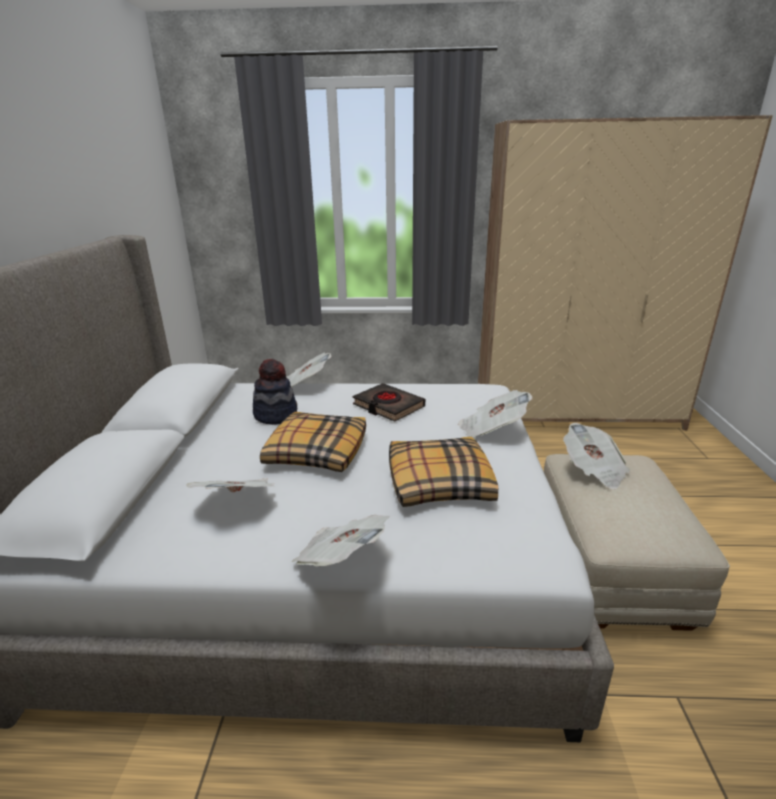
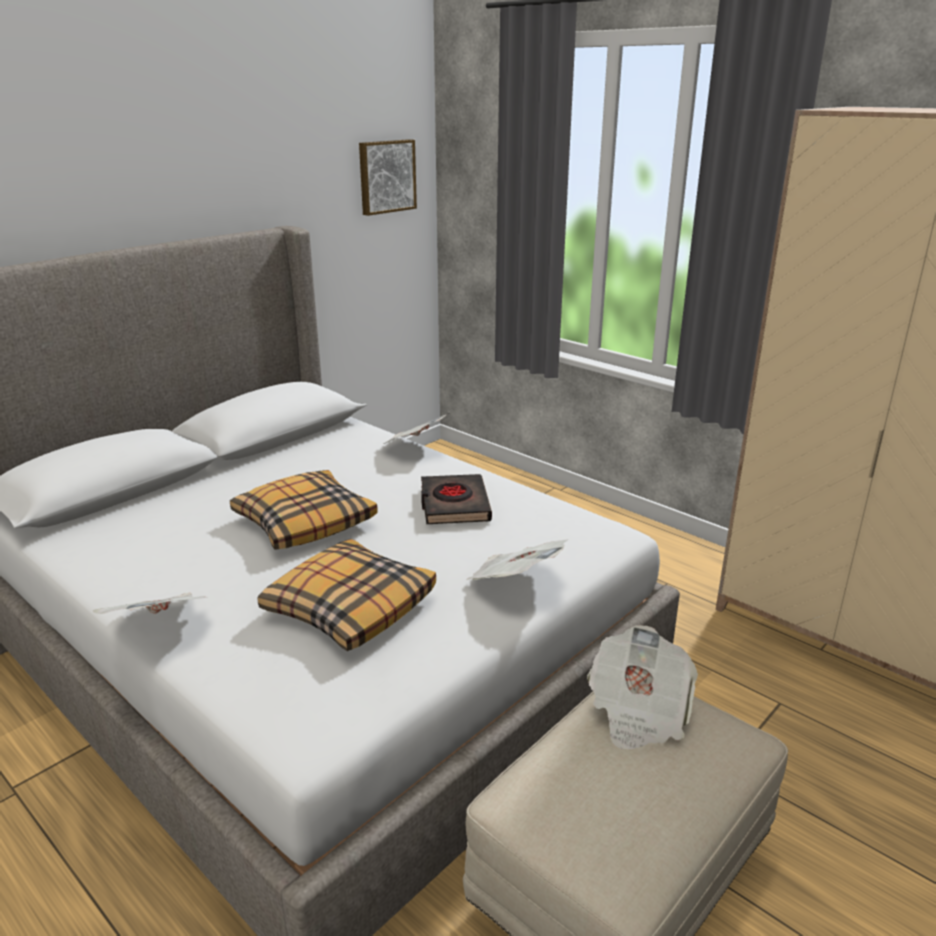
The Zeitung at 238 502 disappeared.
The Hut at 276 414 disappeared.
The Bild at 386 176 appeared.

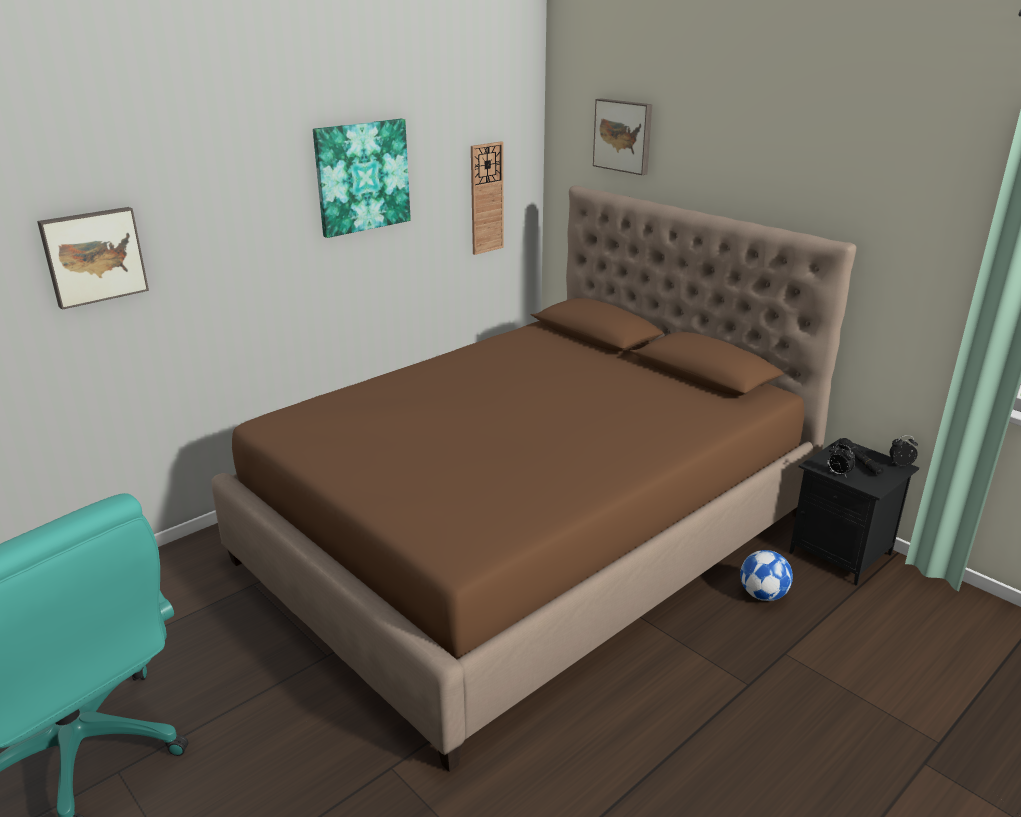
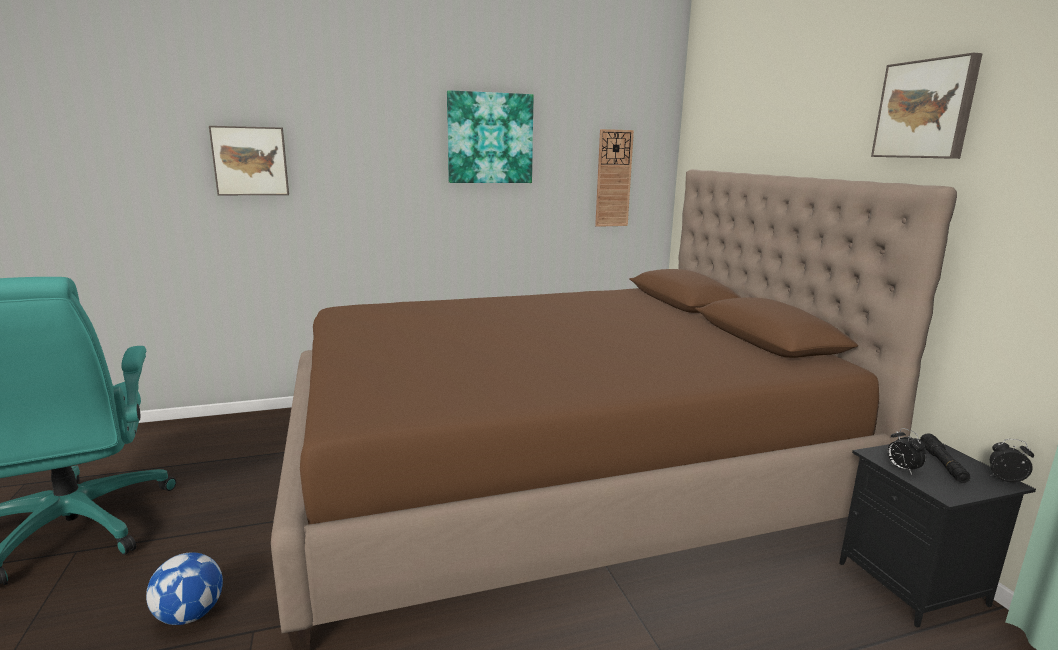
The Bild moved from 624 136 to 926 109.
The Fußball moved from 763 595 to 190 615.

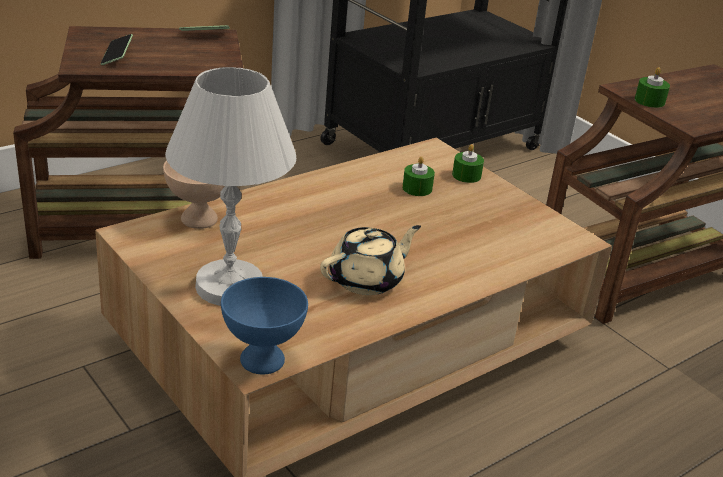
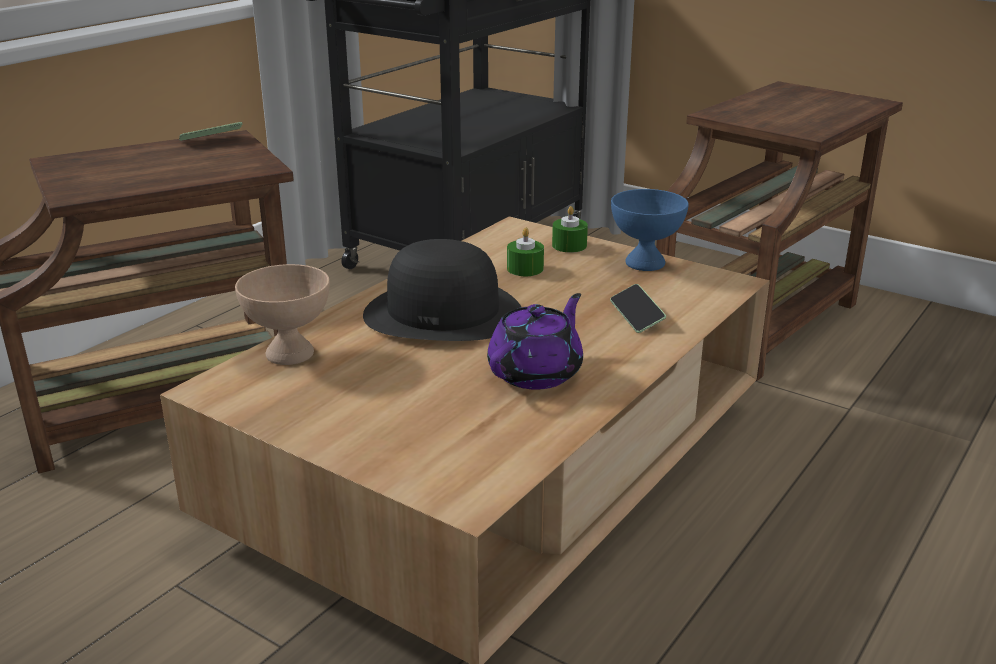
The Handy moved from 117 56 to 636 317.
The Tischlampe [weiß] at 228 285 disappeared.
The Schüssel [blau] moved from 263 359 to 645 262.
The Teekanne [beige] at 367 280 became the Teekanne [lila] at 536 372.
The Kerze [grün] at 649 101 disappeared.
The Hut [schwarz] at 444 313 appeared.

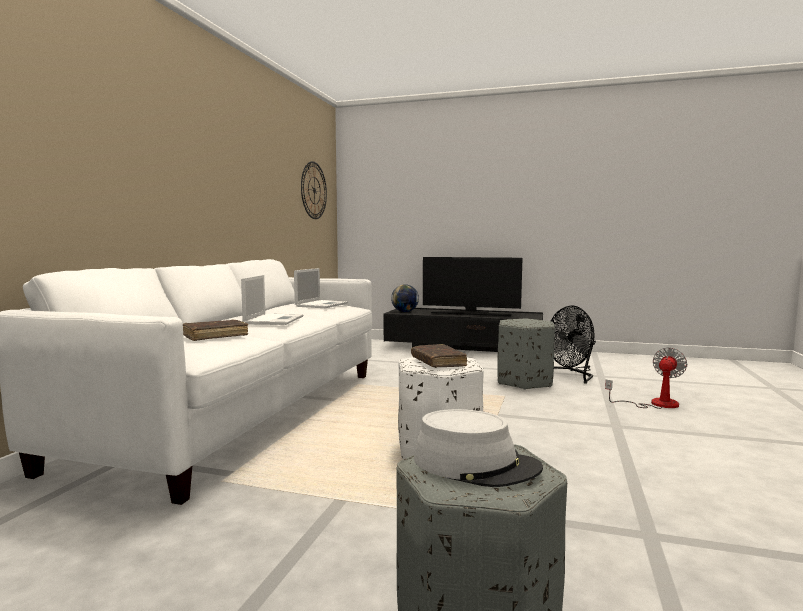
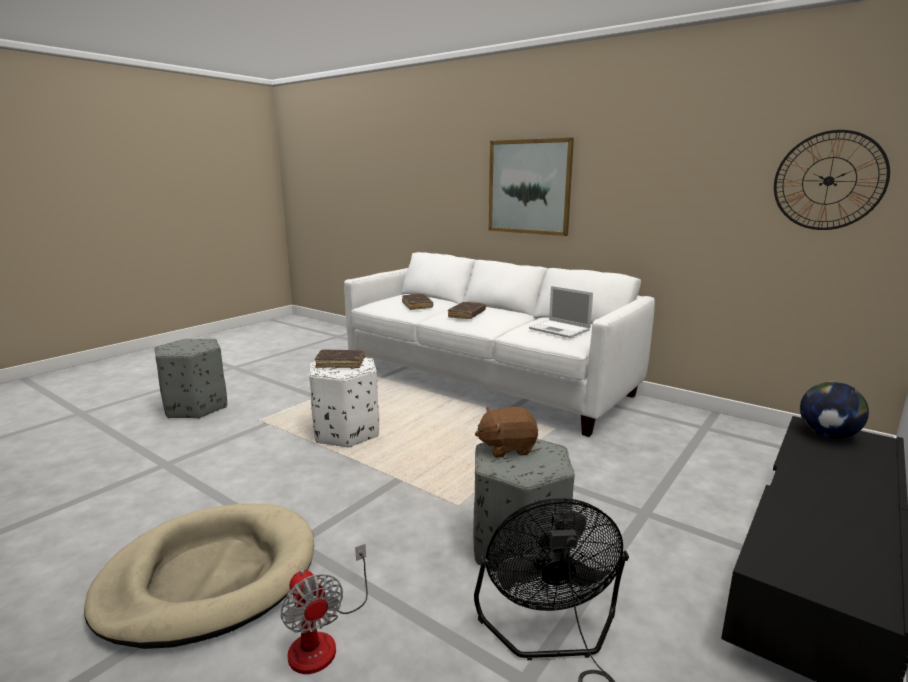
The Laptop at 274 320 was replaced by the Buch [braun] at 467 315.
The Hut [grau] at 475 464 disappeared.
The Fernseher at 471 314 disappeared.
The Hundebett [beige] at 209 577 appeared.
The Plüschtier [braun] at 507 448 appeared.
The Bild at 529 187 appeared.

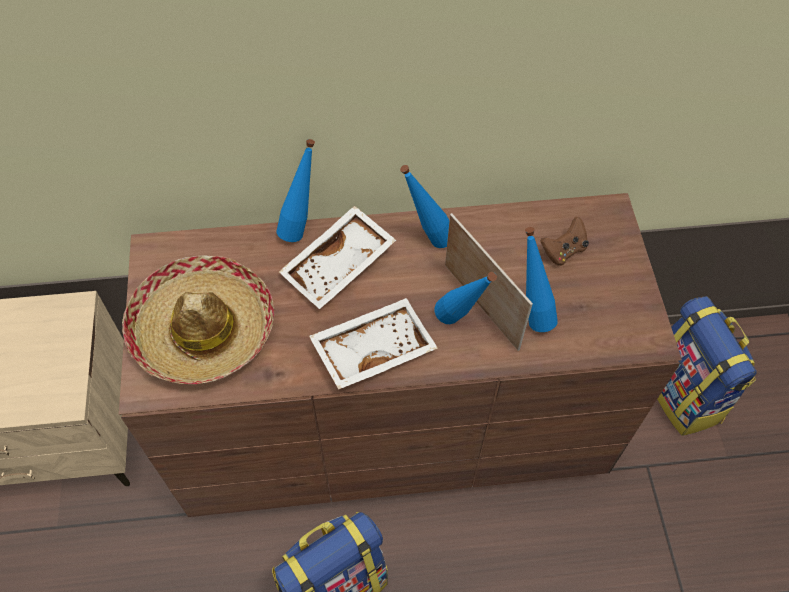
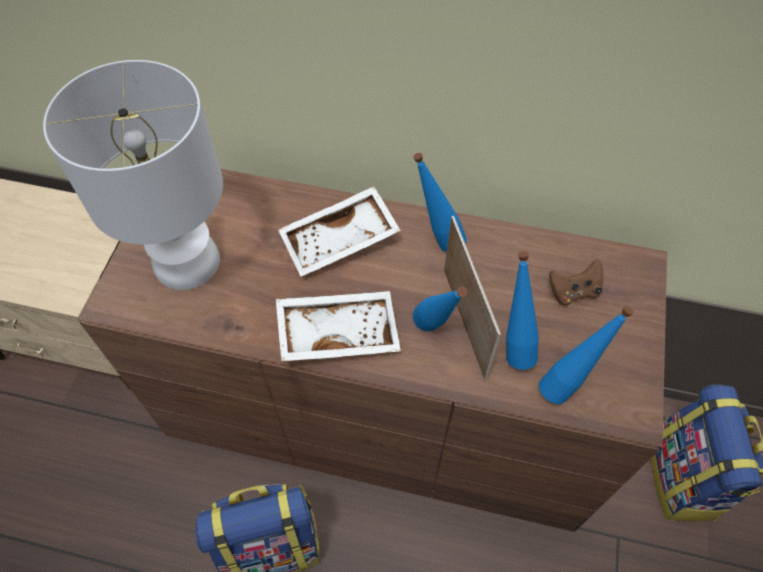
The Hut at 202 329 was replaced by the Tischlampe [weiß] at 187 263.
The Flasche [blau] moved from 301 227 to 567 384.

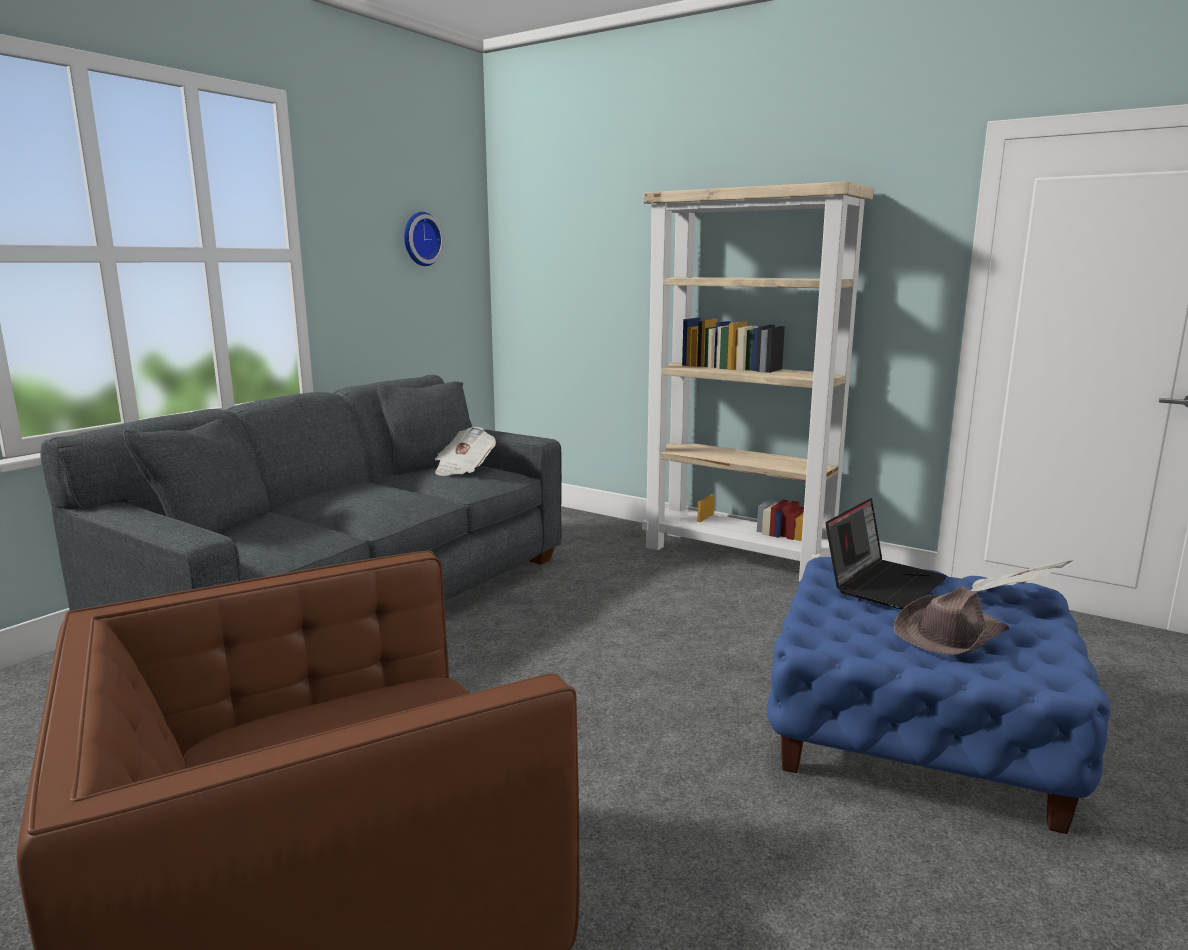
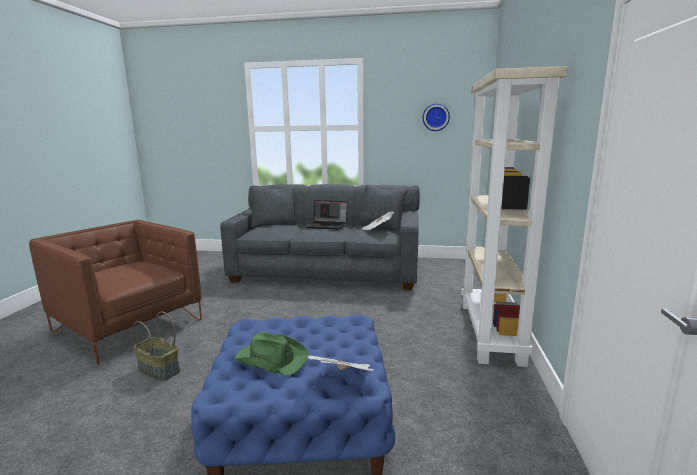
The Laptop moved from 883 583 to 328 225.
The Hut [braun] at 950 633 became the Hut [grün] at 271 358.
The Korb at 158 370 appeared.

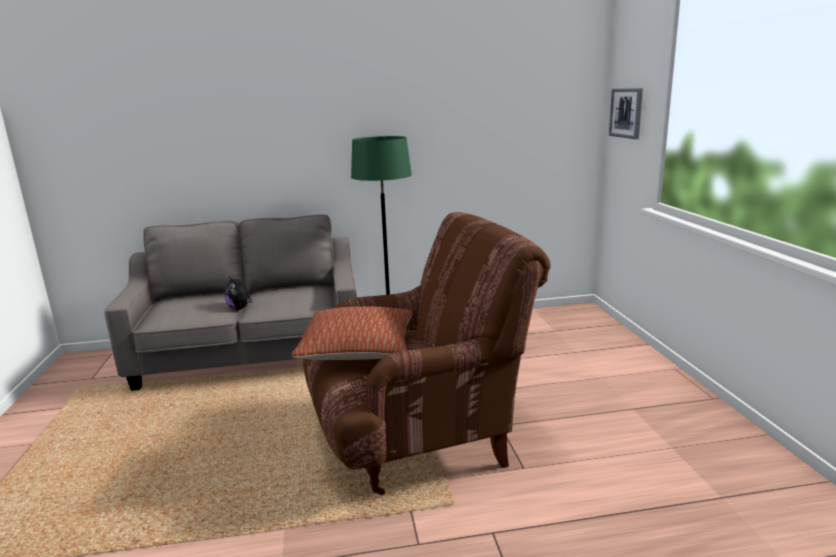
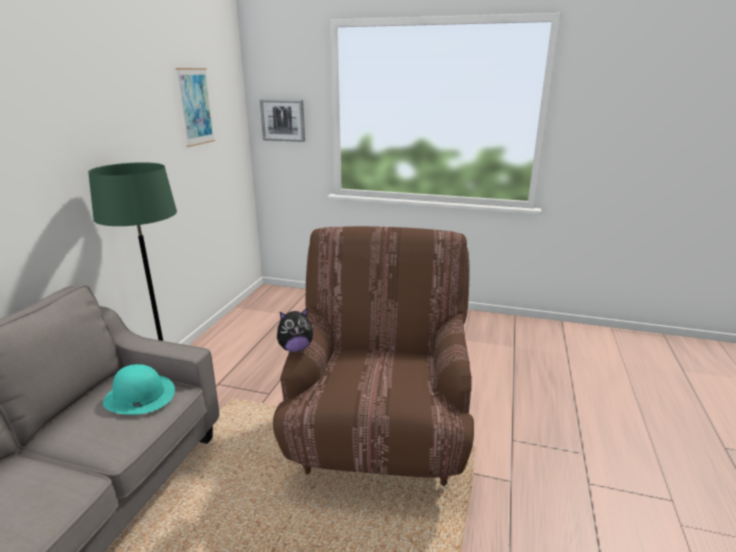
The Plüschtier moved from 240 308 to 295 348.
The Kissen at 358 349 disappeared.
The Hut [türkis] at 139 396 appeared.
The Bild at 196 107 appeared.

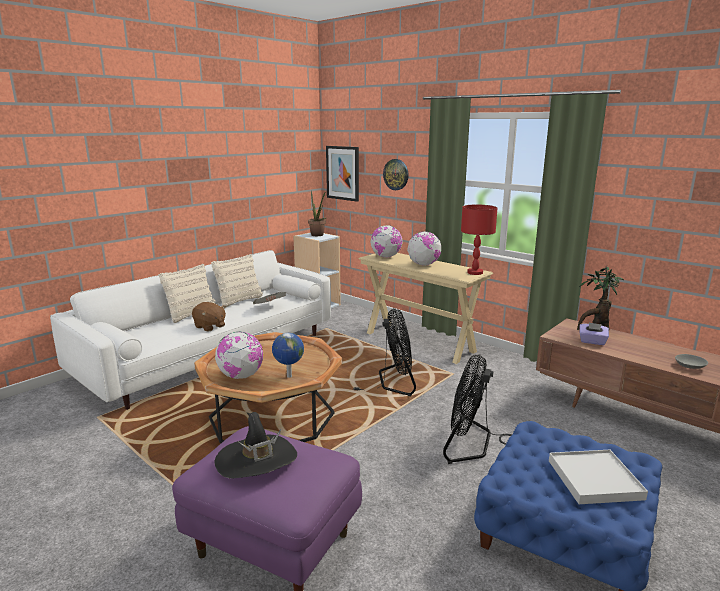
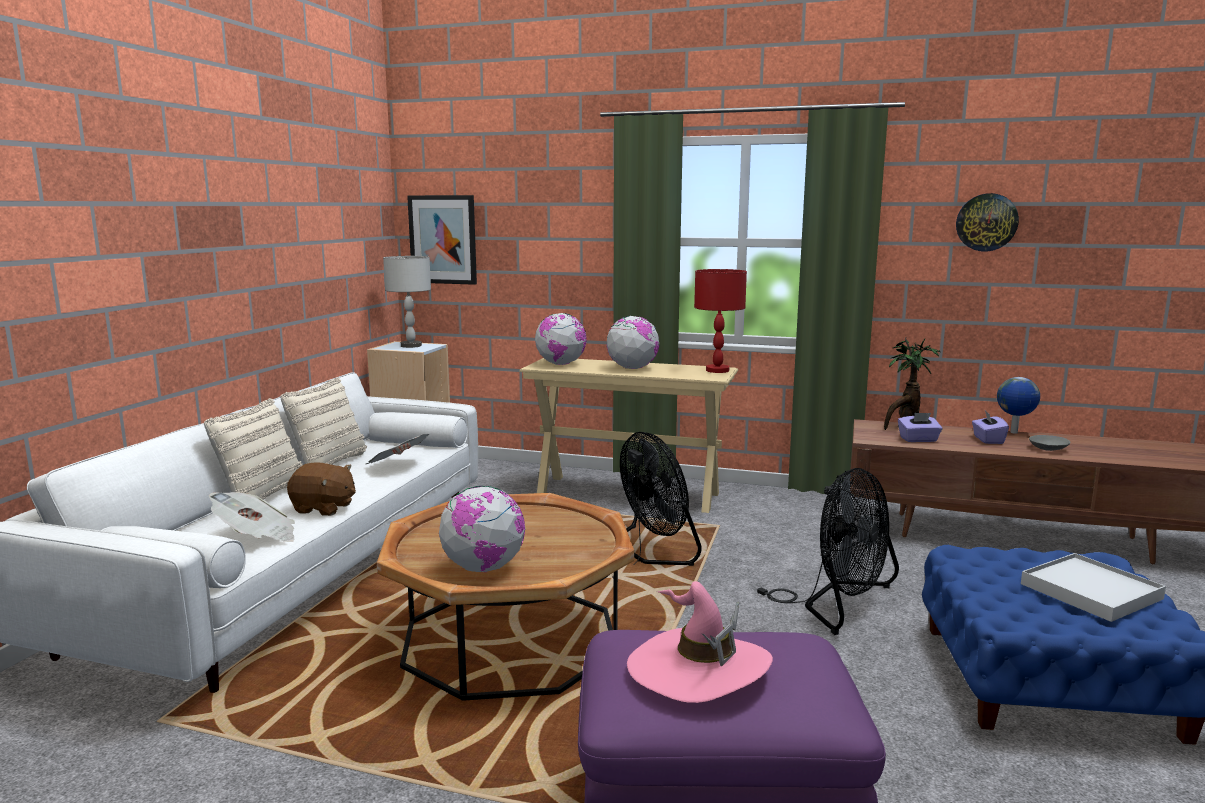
The Hut [schwarz] at 256 460 became the Hut [rosa] at 698 669.
The Globus moved from 288 376 to 1014 432.
The Topfpflanze at 318 235 was replaced by the Tischlampe [grau] at 411 346.
The Wanduhr moved from 396 174 to 986 222.
The Ventilator [schwarz] at 474 441 turned 135 degrees counterclockwise.
The Zeitung at 257 537 appeared.
The Taschentuchbox [lila] at 987 440 appeared.

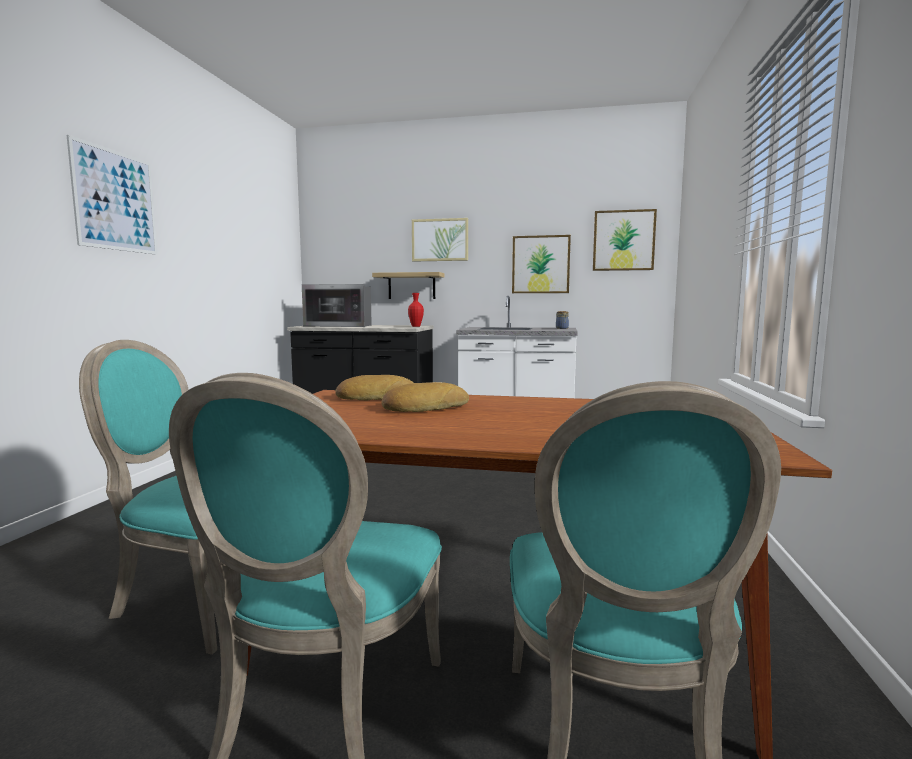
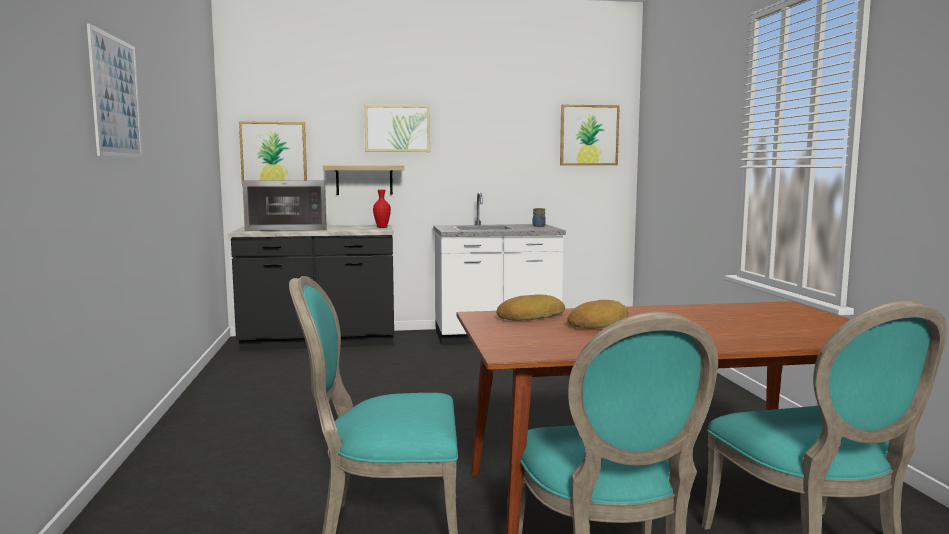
The Bild moved from 540 264 to 273 154.

